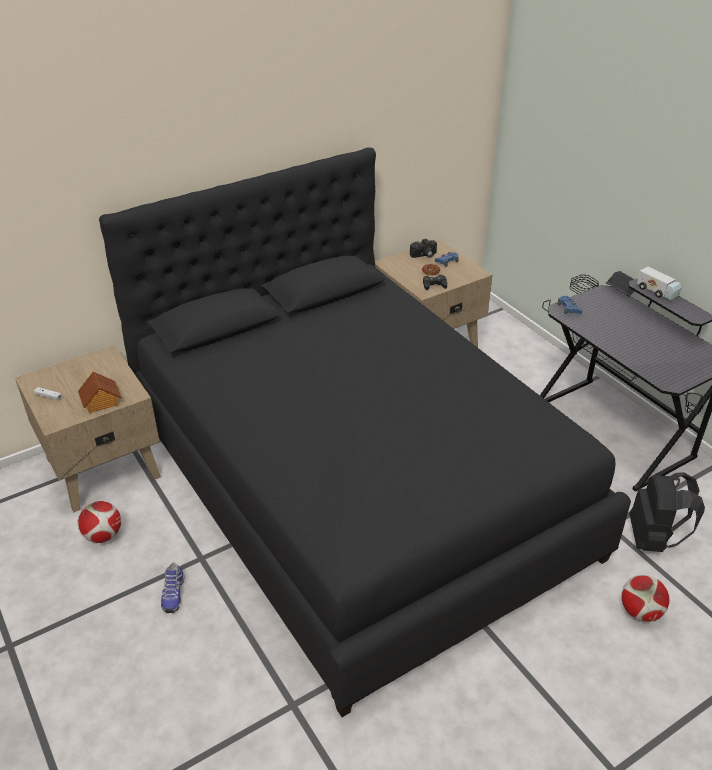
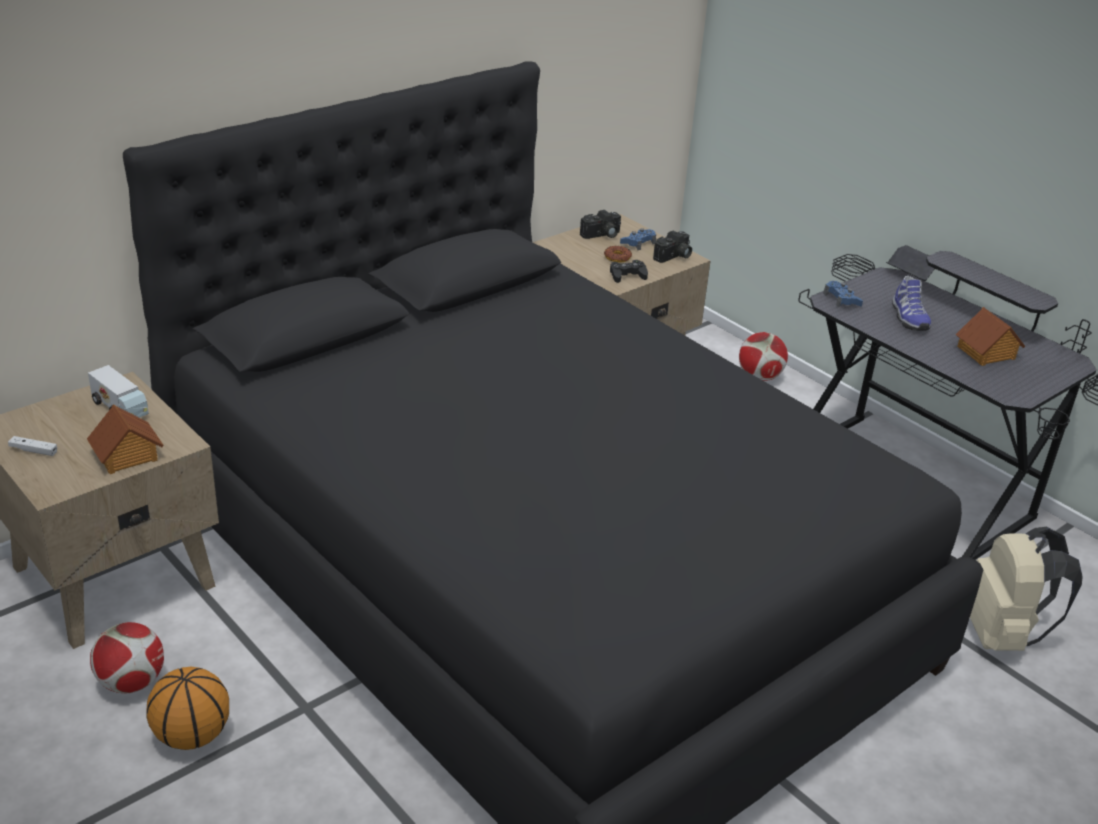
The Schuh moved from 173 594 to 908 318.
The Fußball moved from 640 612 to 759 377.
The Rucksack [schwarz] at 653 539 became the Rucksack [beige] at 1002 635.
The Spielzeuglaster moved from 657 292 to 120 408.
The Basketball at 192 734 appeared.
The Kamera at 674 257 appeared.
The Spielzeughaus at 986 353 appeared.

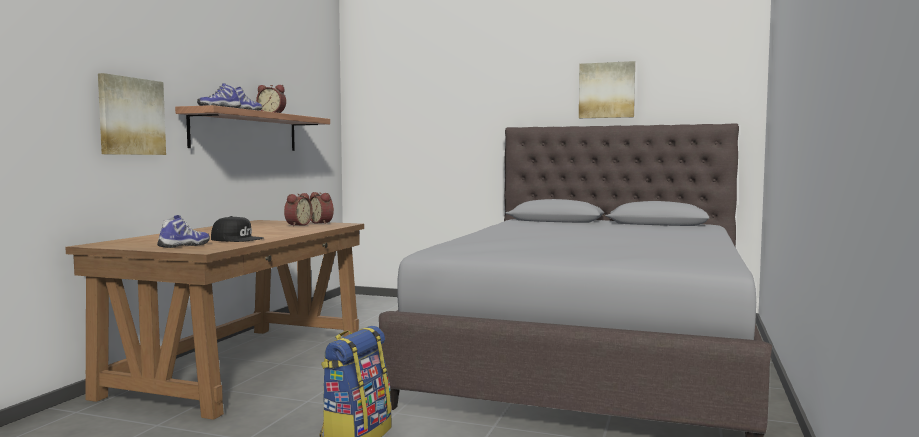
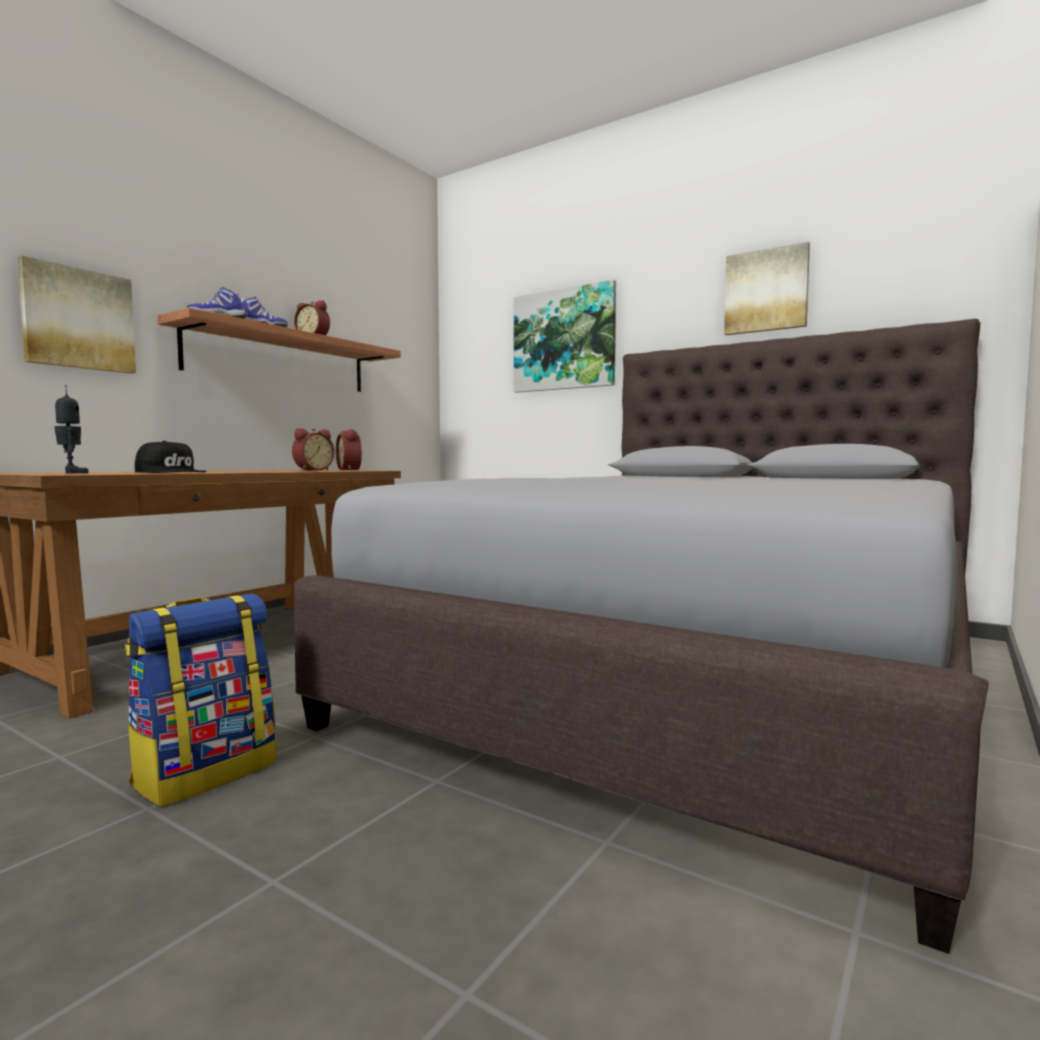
The Schuh at 185 246 was replaced by the Spielzeugroboter at 72 473.
The Bild at 564 340 appeared.

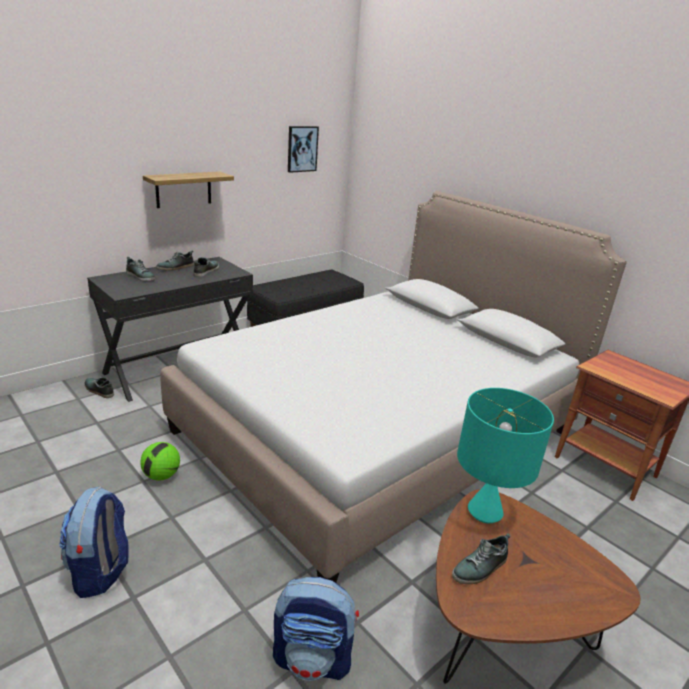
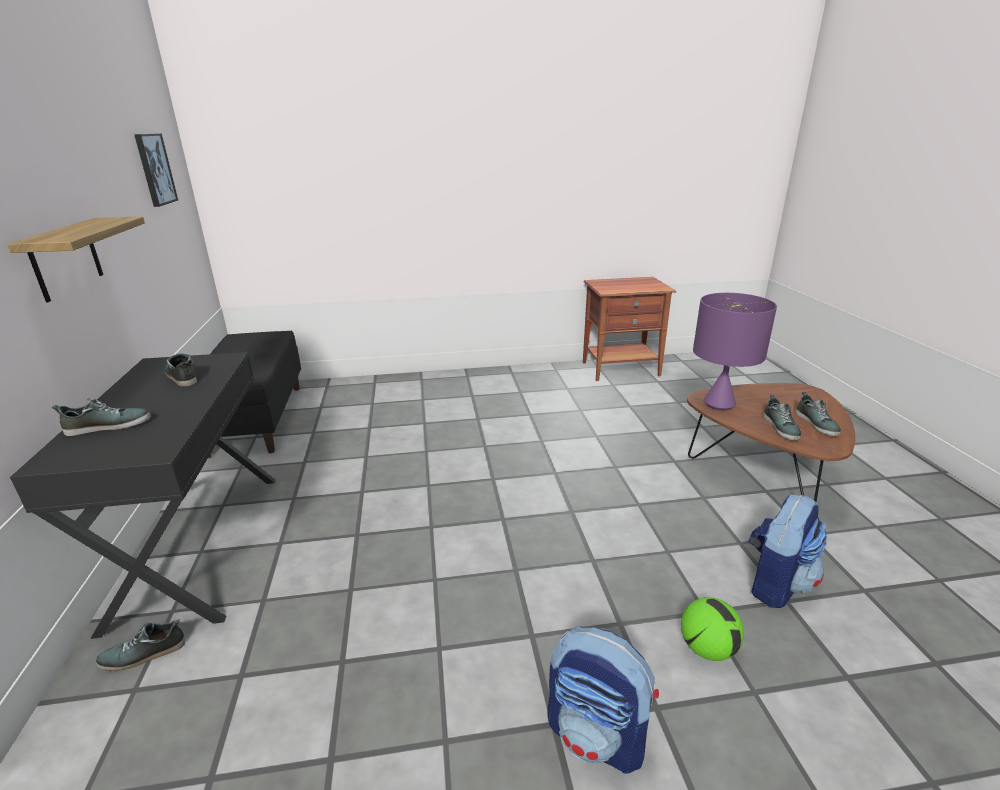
The Fußball moved from 161 476 to 707 649.
The Schuh moved from 176 267 to 817 423.
The Bett at 378 431 disappeared.
The Tischlampe [türkis] at 484 513 became the Tischlampe [lila] at 718 405.

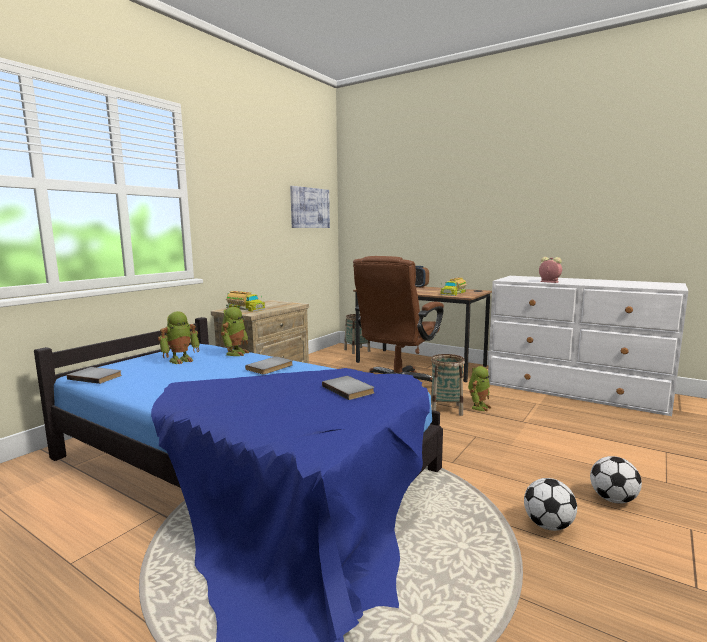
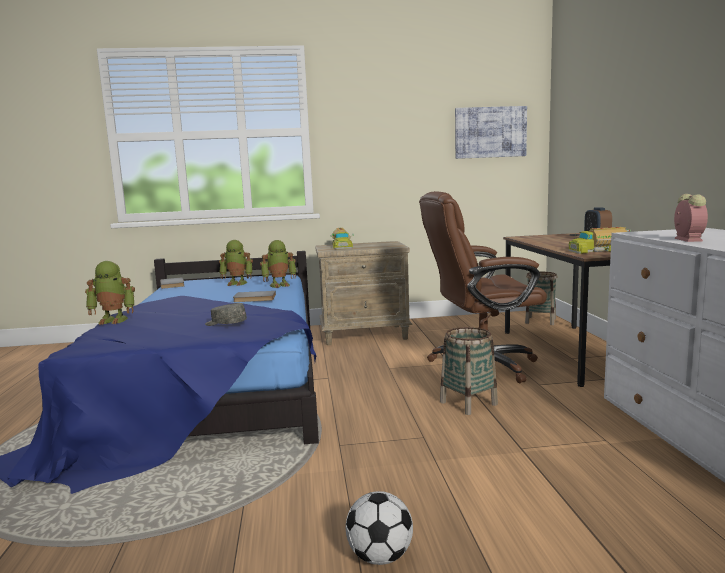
The Buch [grau] at 349 389 was replaced by the Kappe [grau] at 225 324.
The Spielzeugroboter moved from 478 407 to 114 320.
The Fußball at 548 525 disappeared.

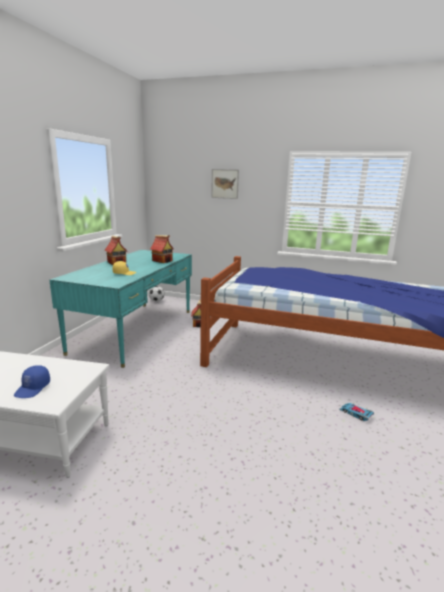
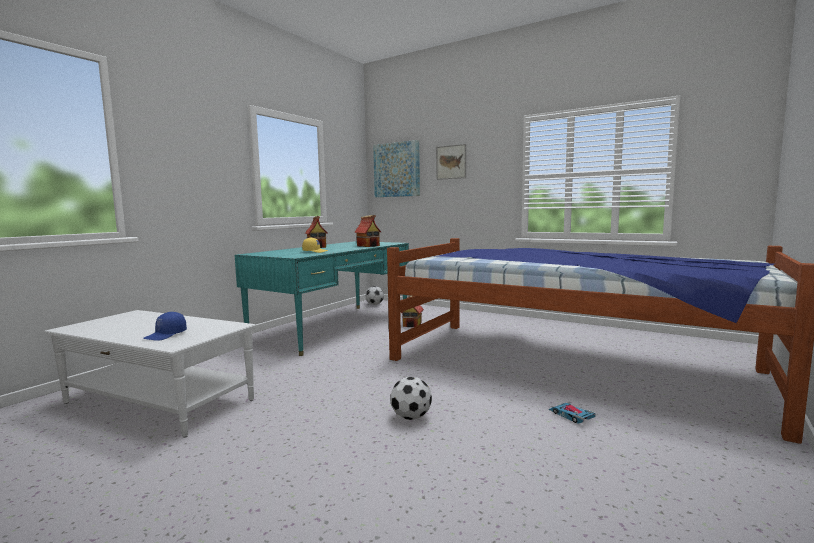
The Bild at 397 170 appeared.
The Fußball at 410 417 appeared.

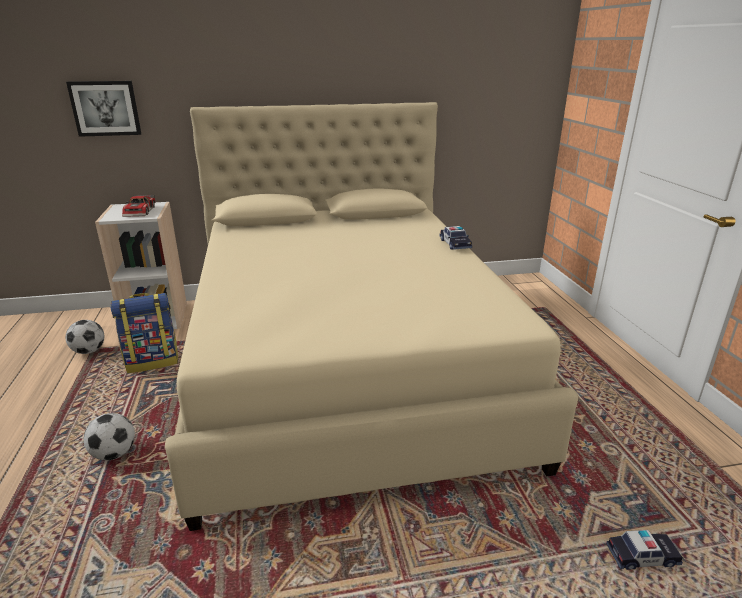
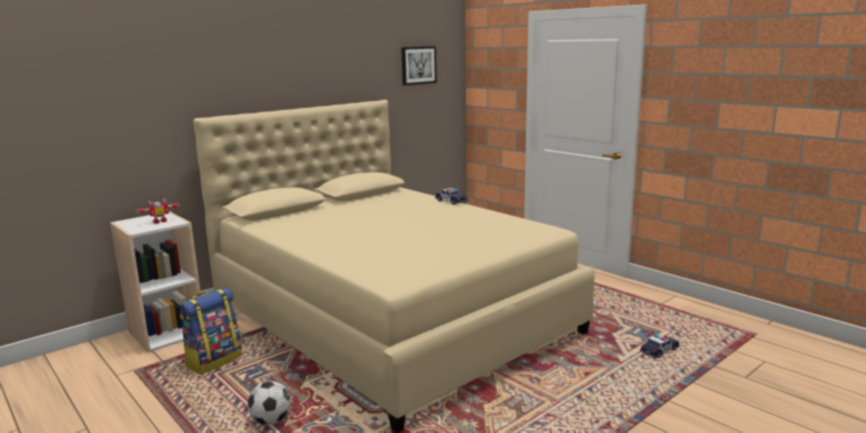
The Fußball at 89 351 disappeared.
The Bild moved from 105 108 to 418 65.
The Spielzeugauto at 141 211 was replaced by the Spielzeugroboter at 159 221.

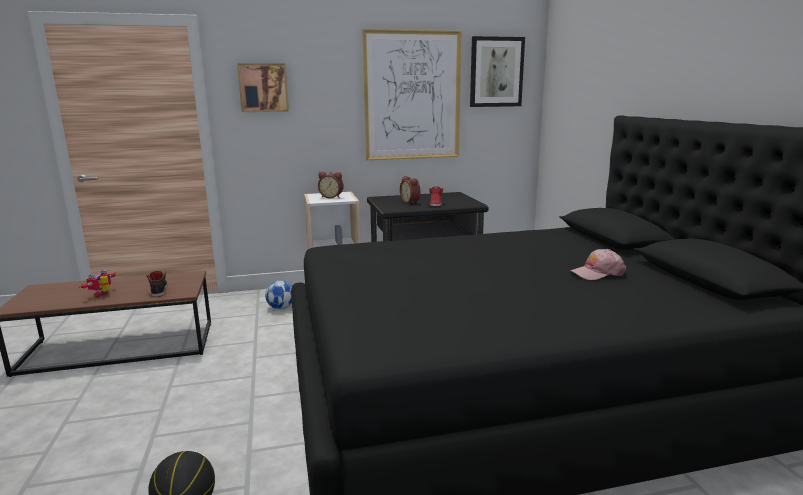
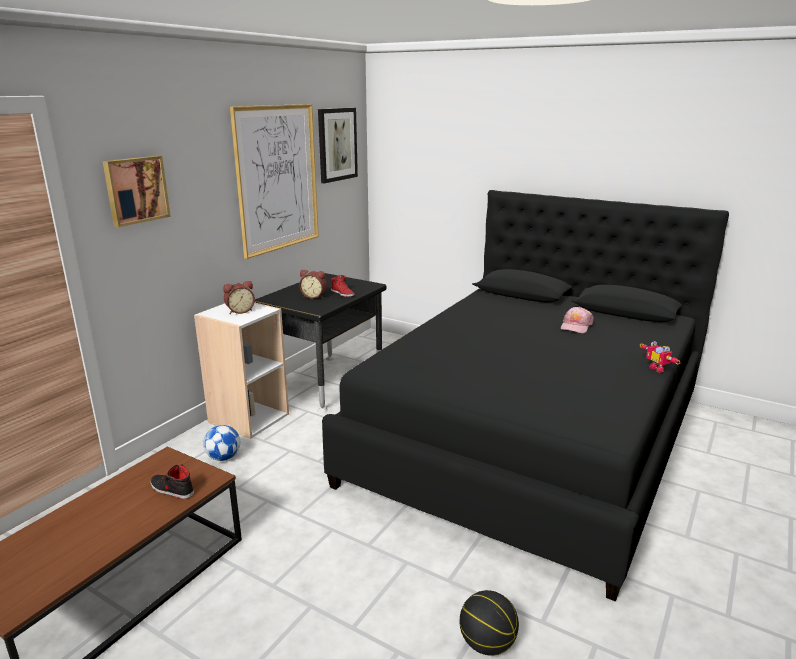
The Spielzeugroboter moved from 103 295 to 658 368.

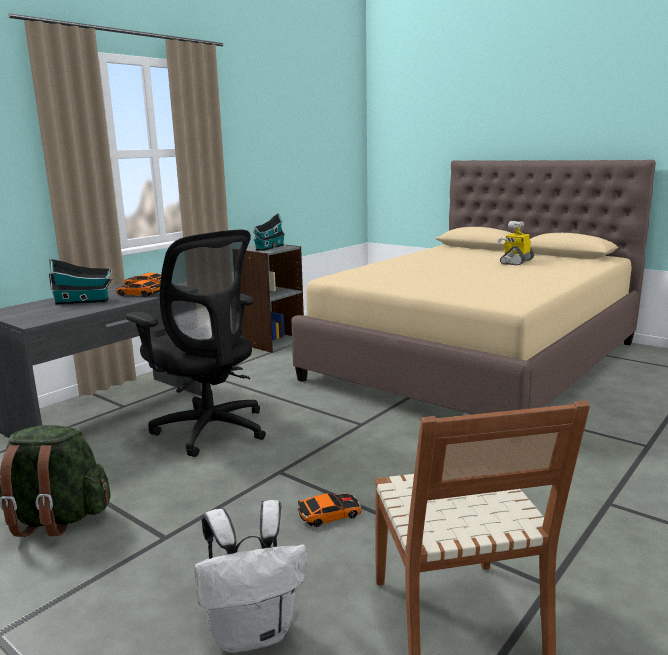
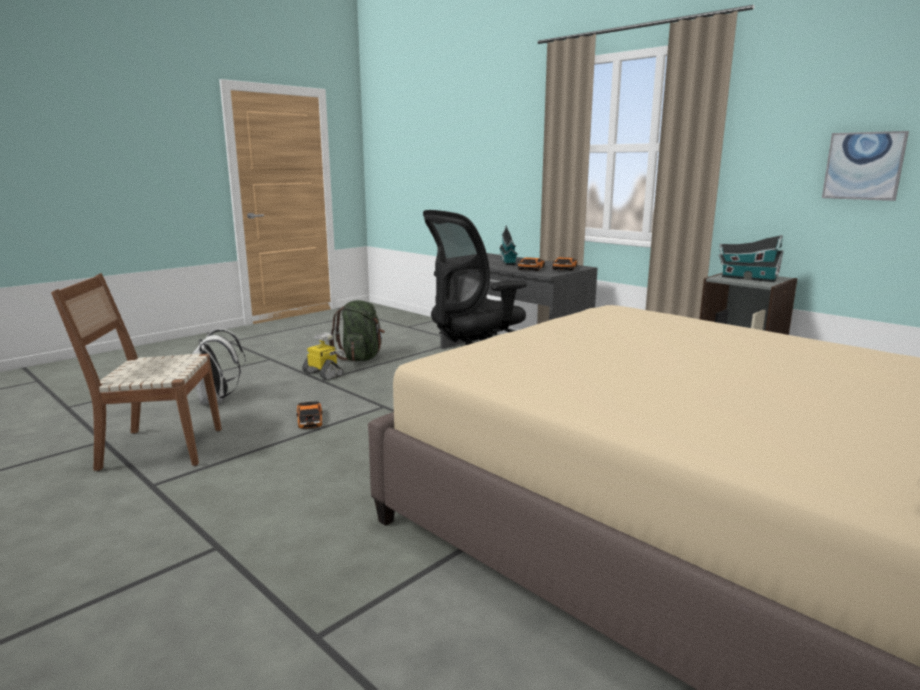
The Spielzeugroboter moved from 516 262 to 324 374.
The Bild at 863 166 appeared.

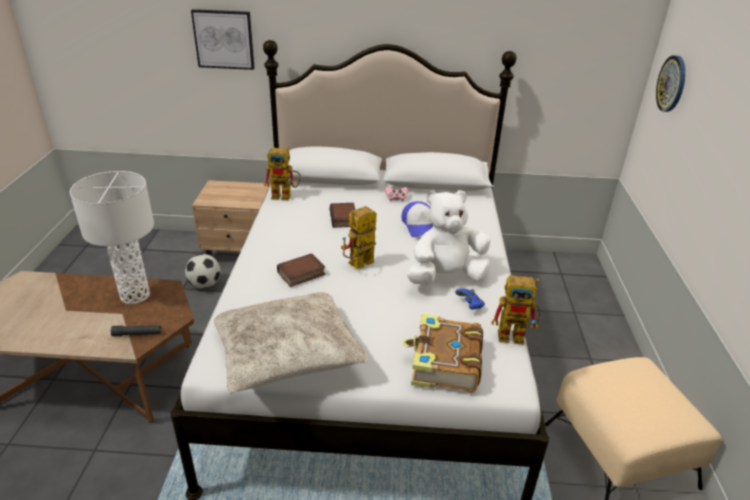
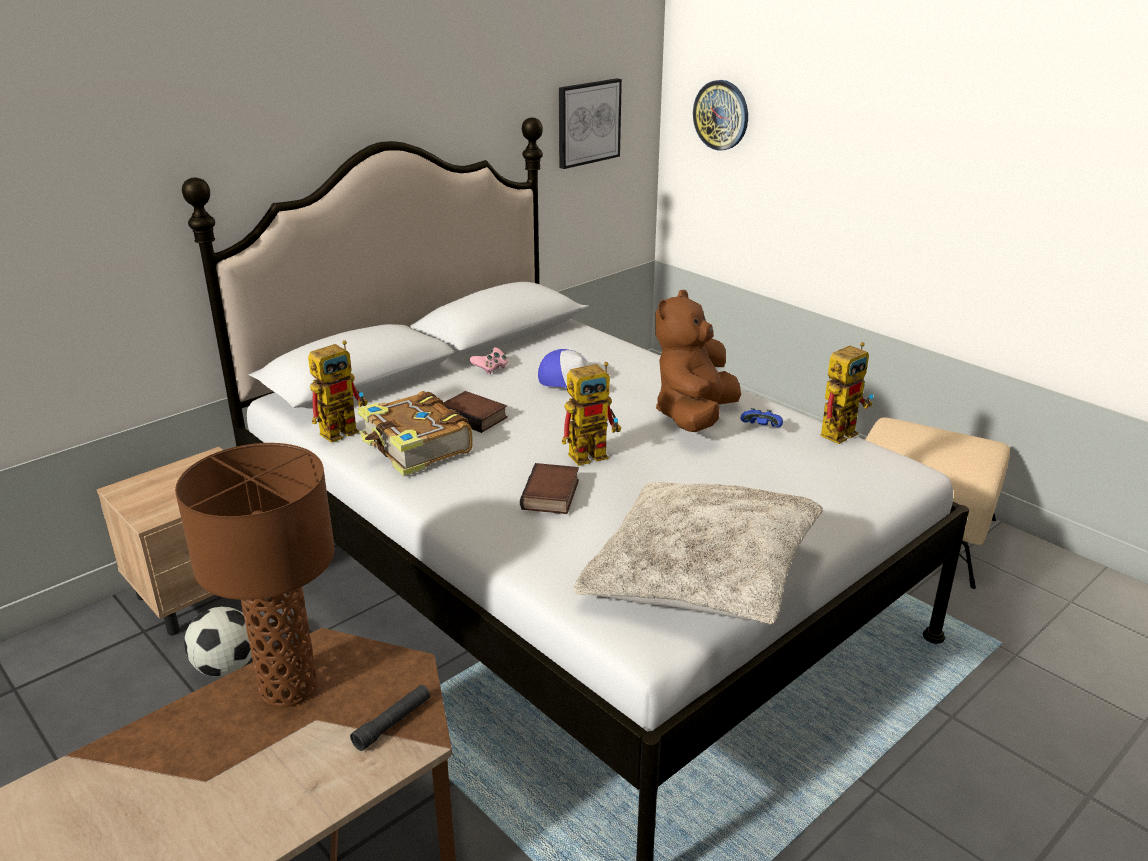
The Tischlampe [weiß] at 135 295 became the Tischlampe [braun] at 287 687.
The Bild moved from 224 39 to 588 122.
The Spielzeugroboter at 358 266 turned 120 degrees counterclockwise.
The Buch moved from 444 363 to 415 447.
The Plüschtier [weiß] at 446 277 became the Plüschtier [braun] at 694 417.

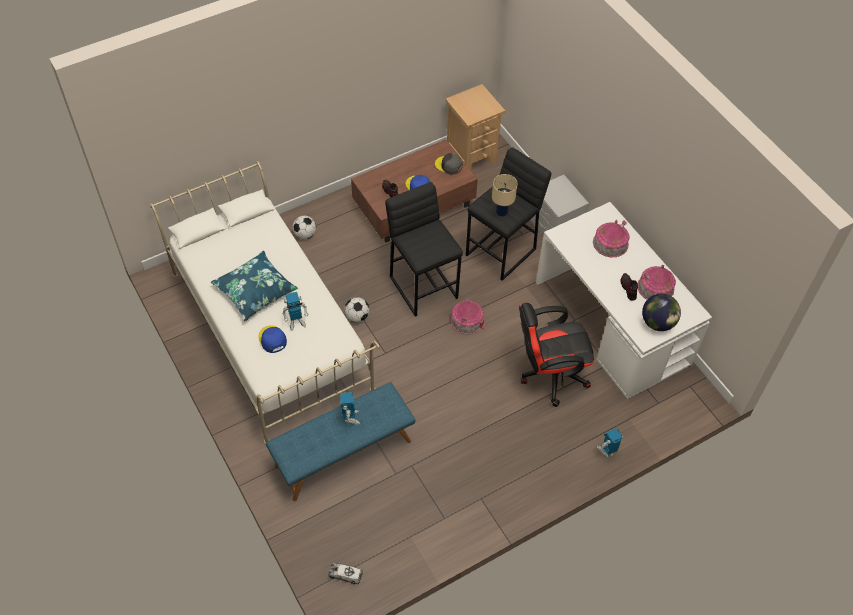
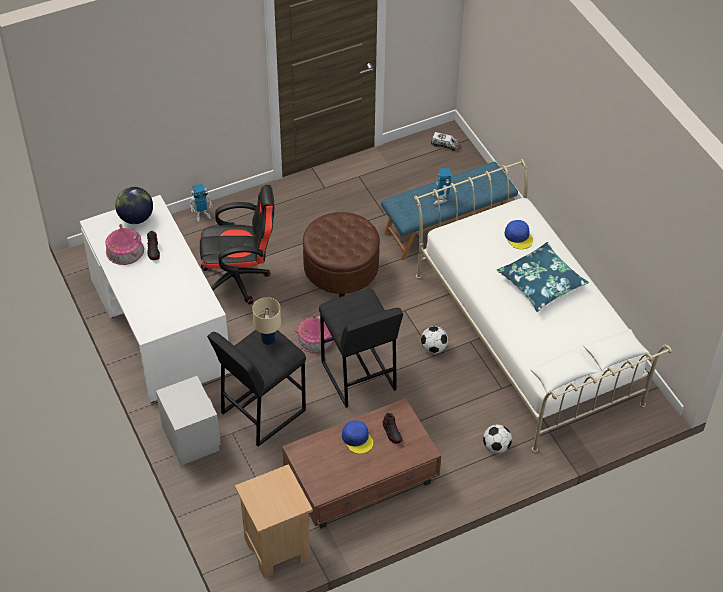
The Spielzeugroboter at 296 322 disappeared.
The Kappe [grau] at 448 165 disappeared.
The Spielzeughaus at 610 243 disappeared.
The Polsterhocker [braun] at 341 272 appeared.

